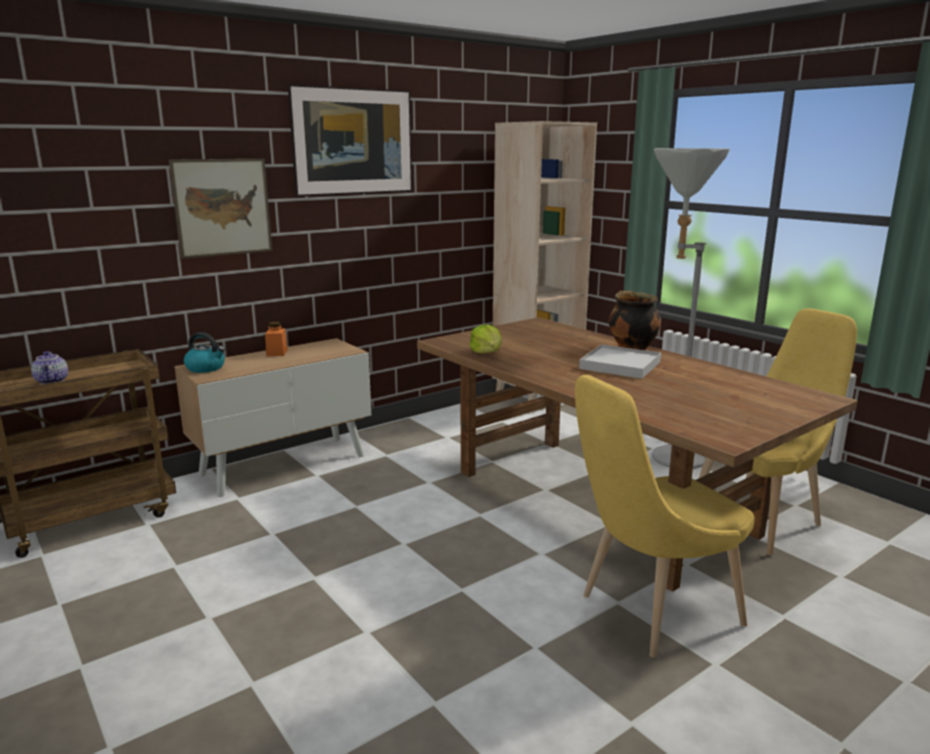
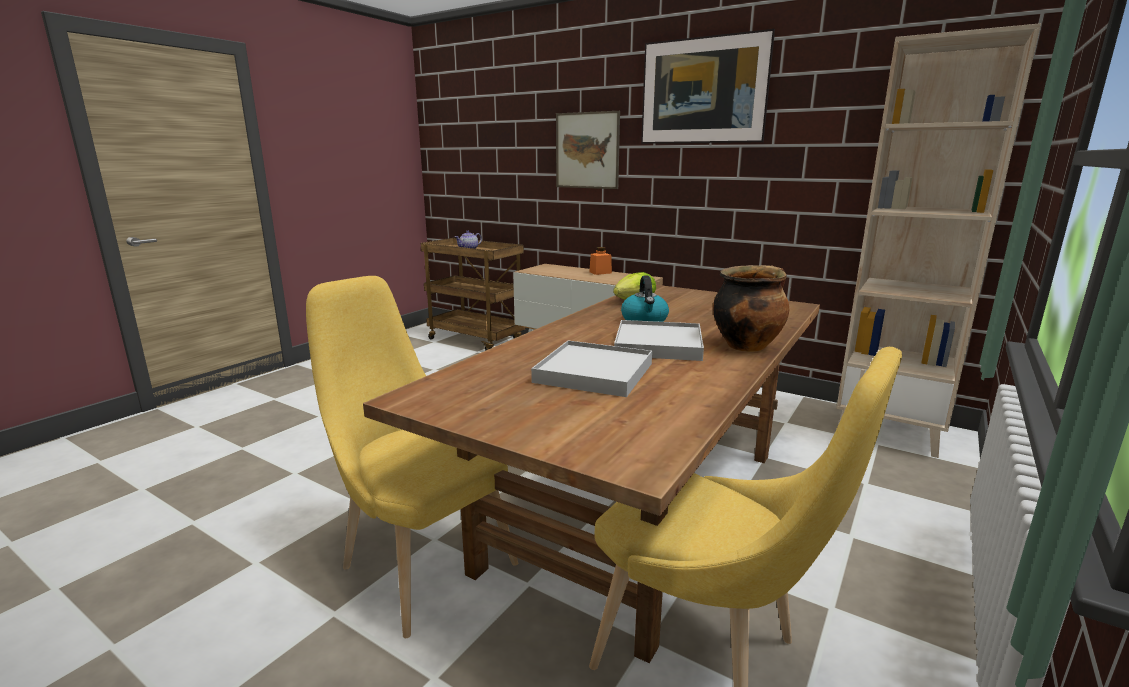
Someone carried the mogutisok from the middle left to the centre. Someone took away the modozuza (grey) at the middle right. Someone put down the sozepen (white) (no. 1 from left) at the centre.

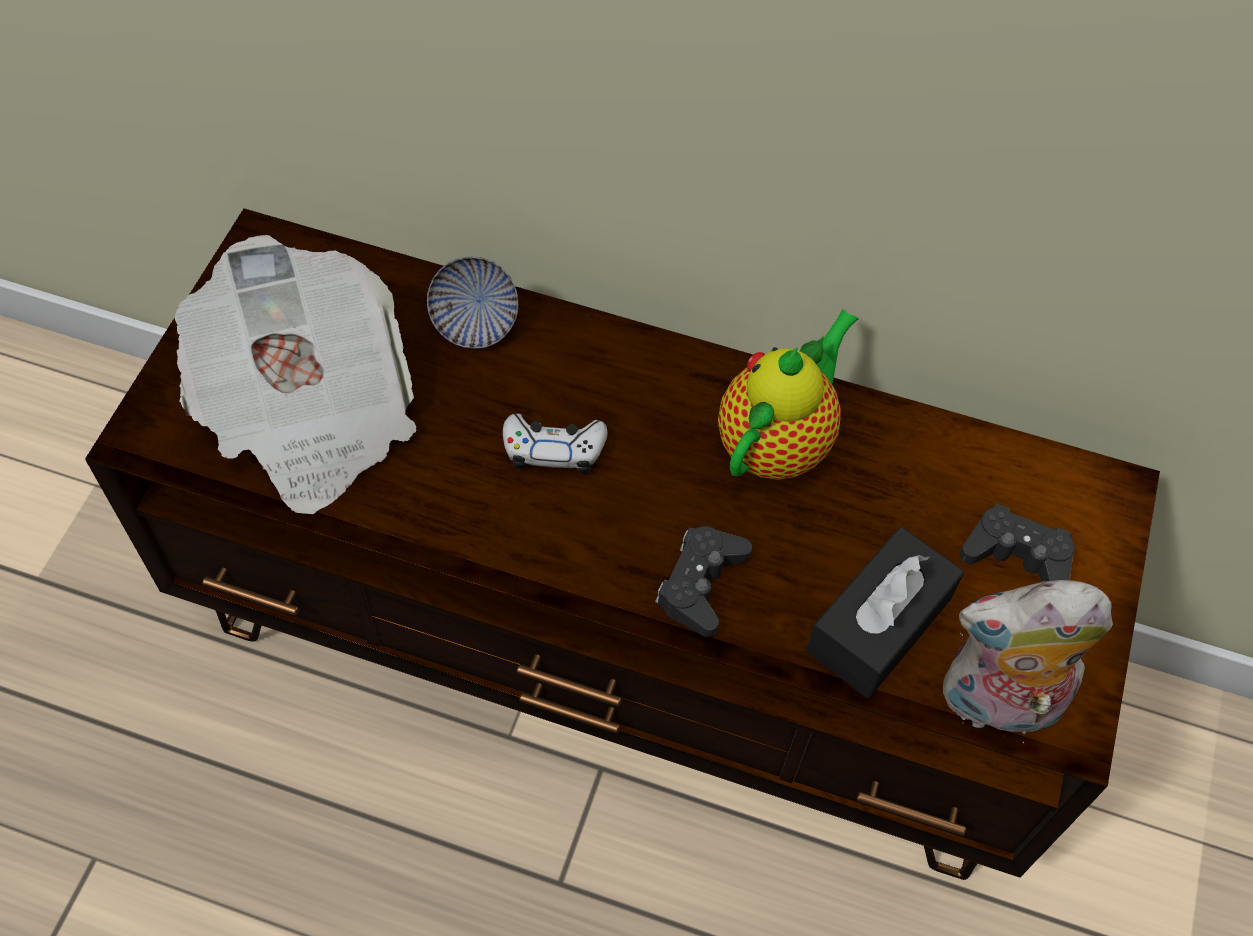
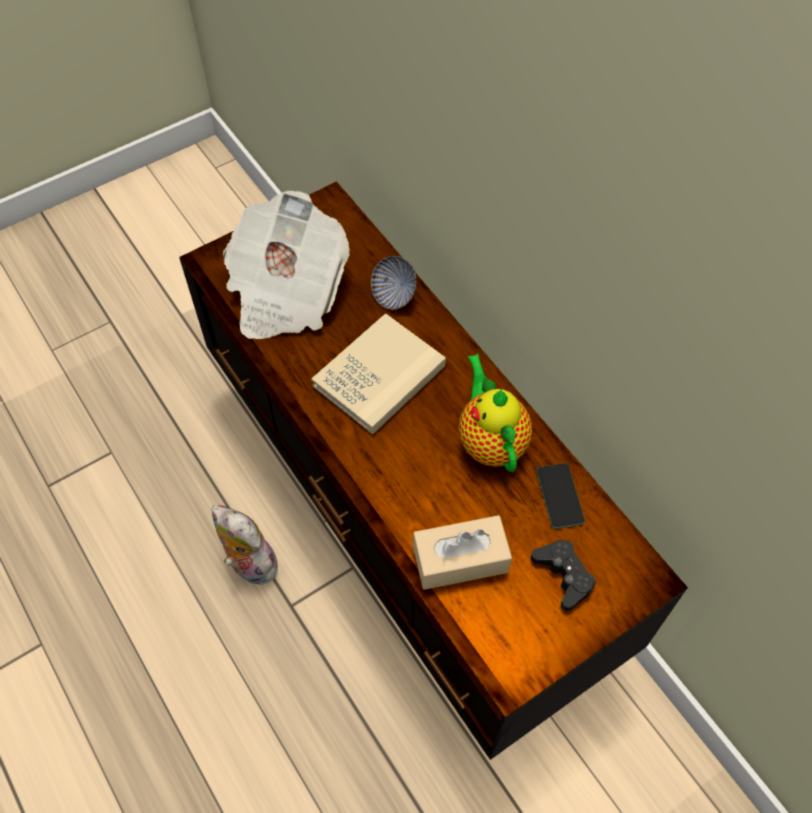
Someone swapped the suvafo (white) at the centre for the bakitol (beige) at the centre. Someone took away the suvafo (black) (no. 1 from left) at the centre. Someone rotated the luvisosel at the centre by 90 degrees counterclockwise. Someone repainted the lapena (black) at the middle right, which became the lapena (beige) at the bottom centre. Someone carried the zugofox from the bottom right to the bottom left. Someone put down the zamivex at the middle right.

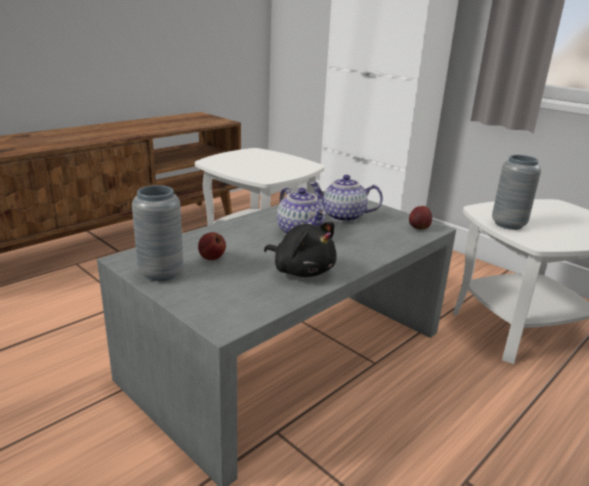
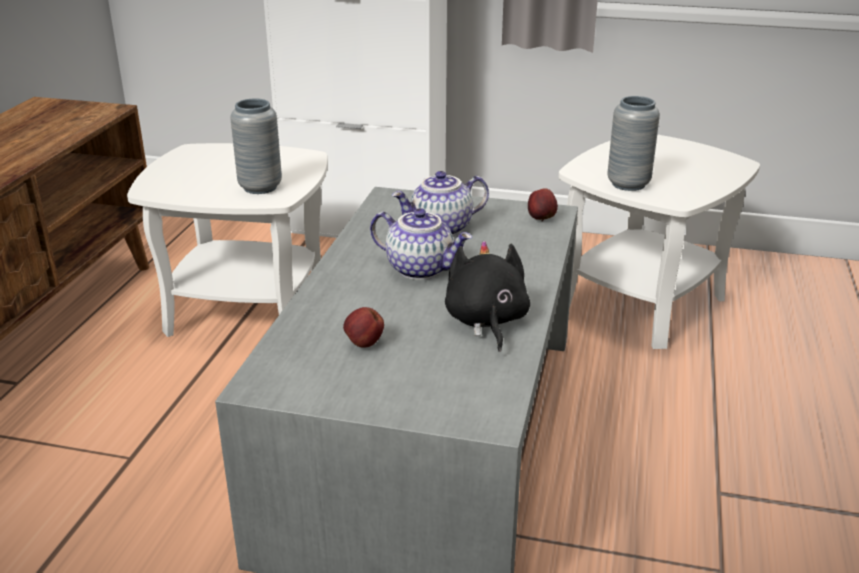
Someone carried the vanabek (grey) (no. 1 from left) from the middle left to the top left. Someone rotated the zugofox (black) at the centre by 105 degrees counterclockwise.

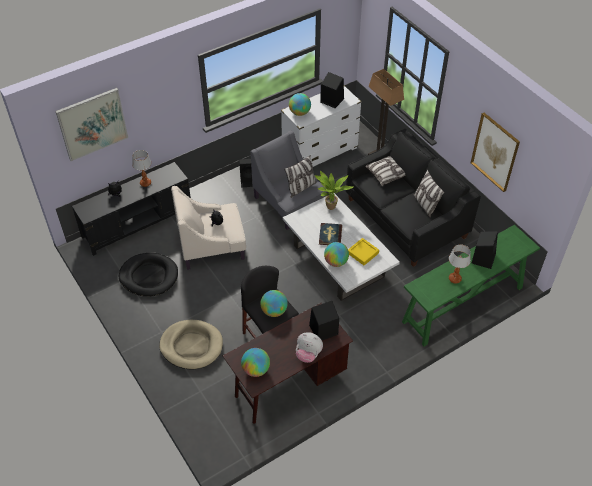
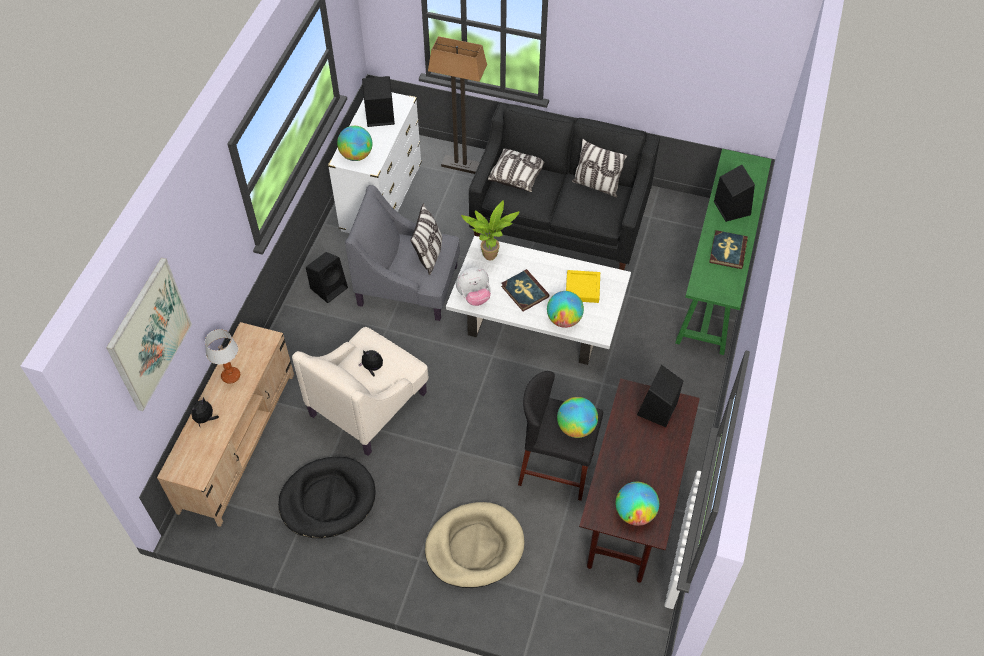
Someone repainted the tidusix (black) at the middle left, which became the tidusix (beige) at the middle left. Someone carried the zugofox (no. 3 from left) from the bottom centre to the centre. Someone swapped the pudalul (no. 2 from left) at the middle right for the bakitol (no. 2 from left) at the middle right. Someone took away the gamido (no. 2 from left) at the top right.

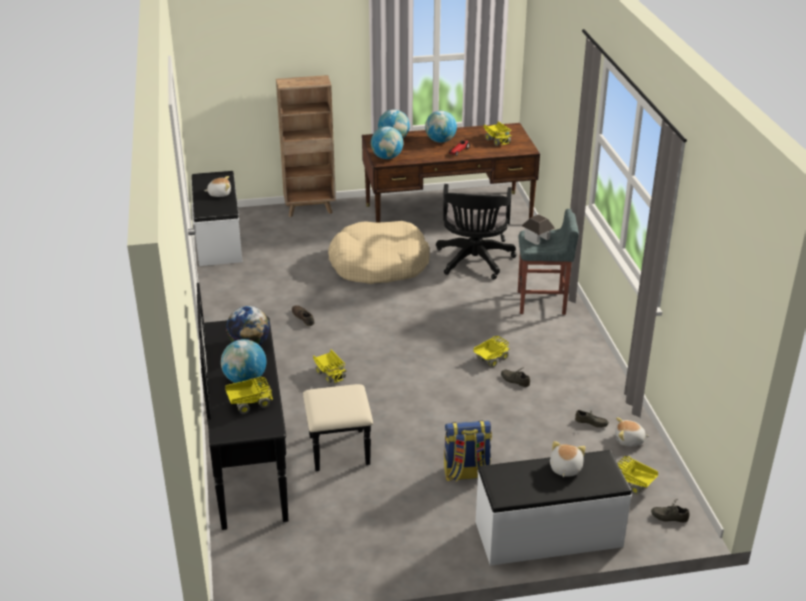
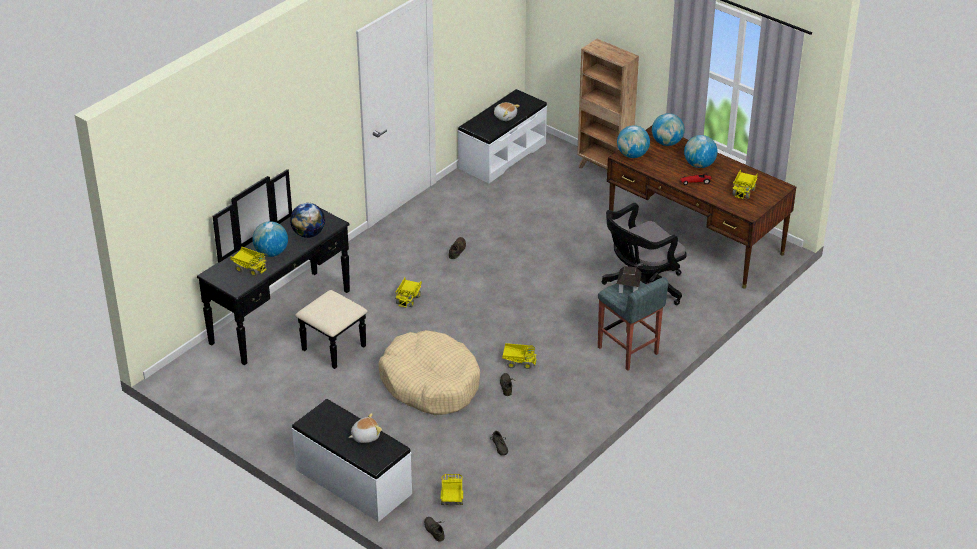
Someone carried the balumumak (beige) from the centre to the bottom centre. Someone took away the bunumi at the bottom centre. Someone took away the zugofox (no. 3 from left) at the bottom right.

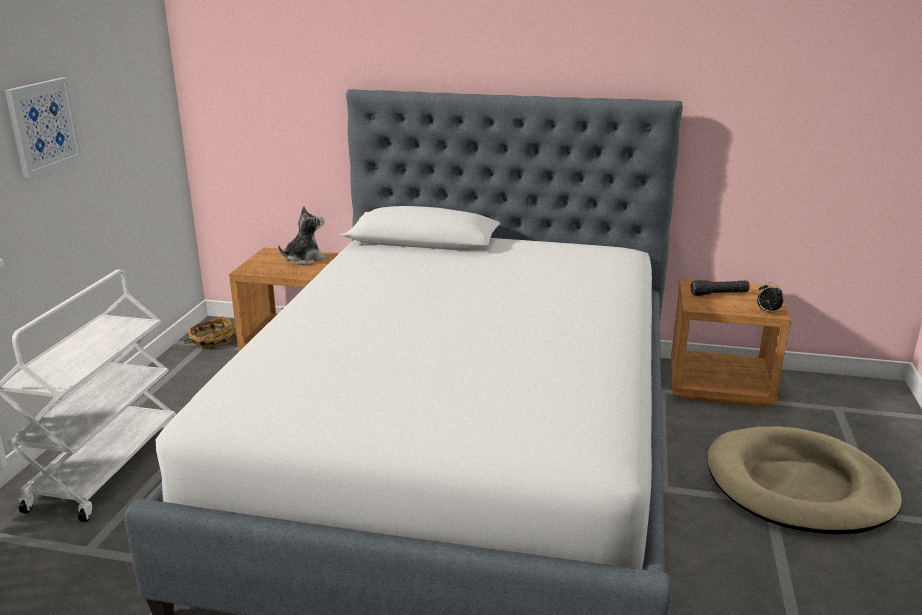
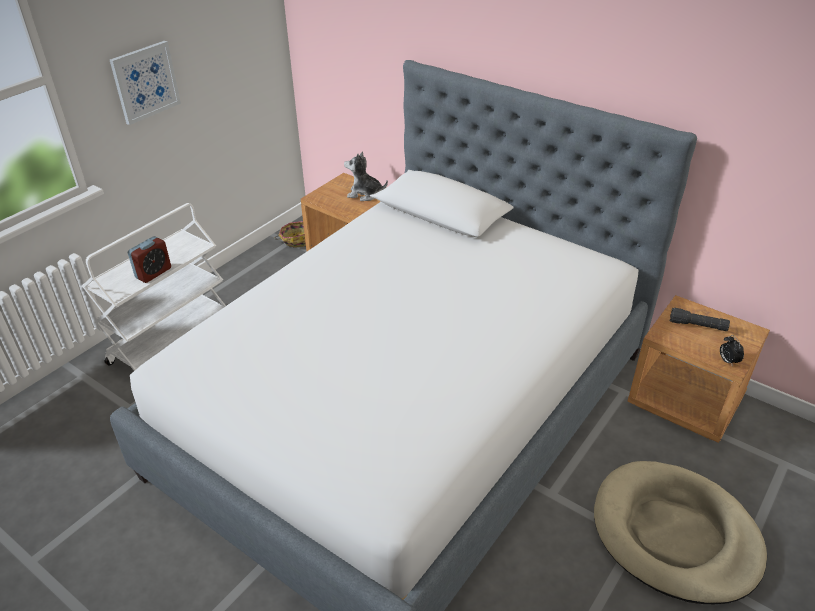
Someone rotated the zugofox at the middle left by 150 degrees counterclockwise. Someone put down the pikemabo (no. 1 from left) at the middle left.

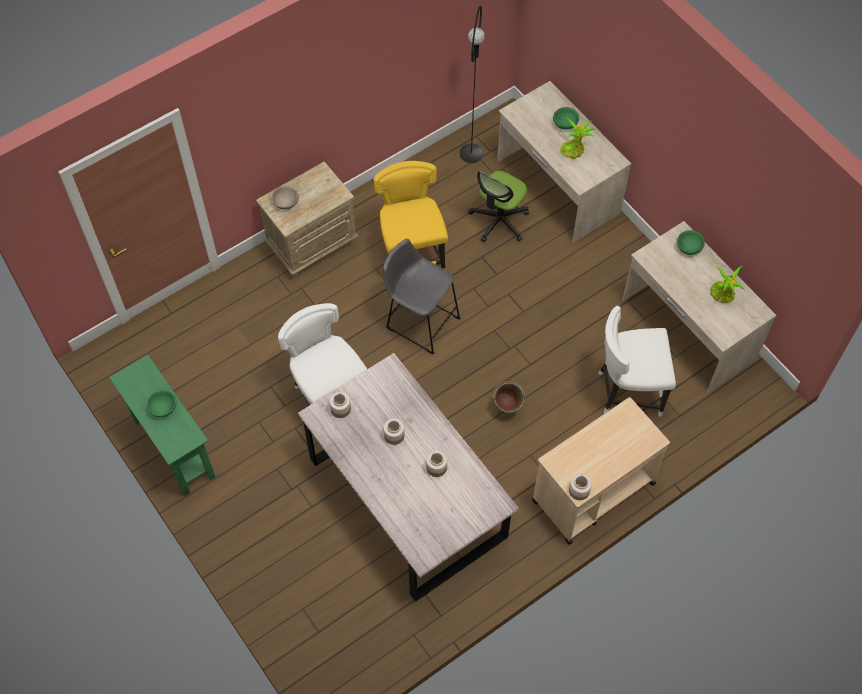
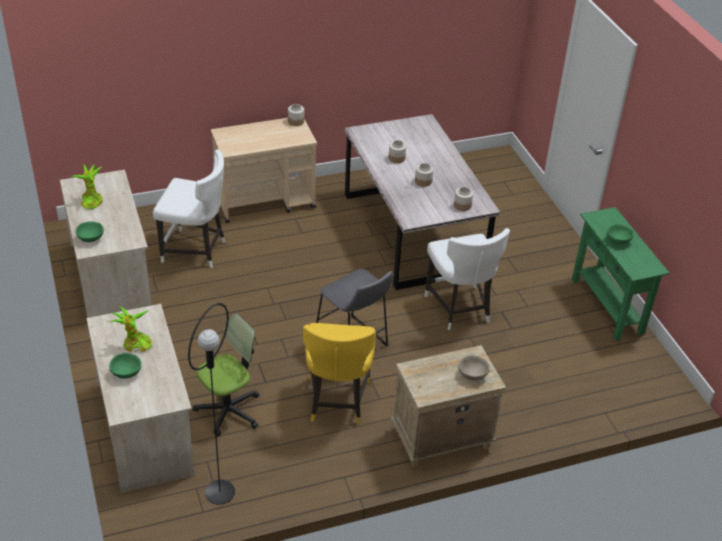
Someone took away the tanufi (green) at the centre.

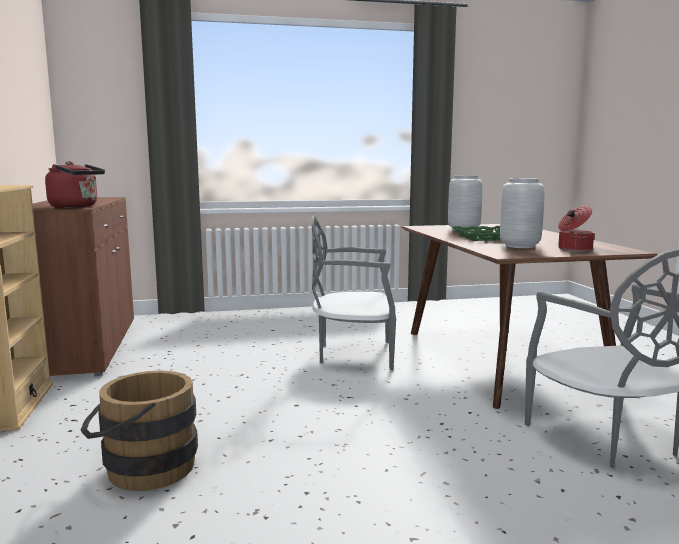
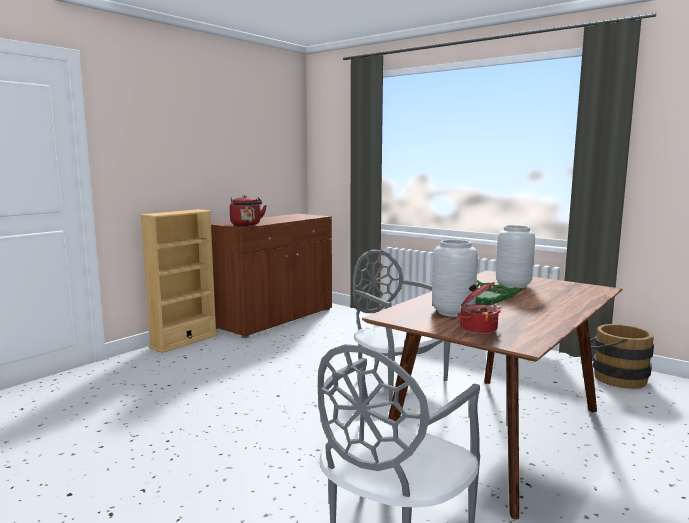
Someone carried the tanufi (brown) from the bottom left to the bottom right.

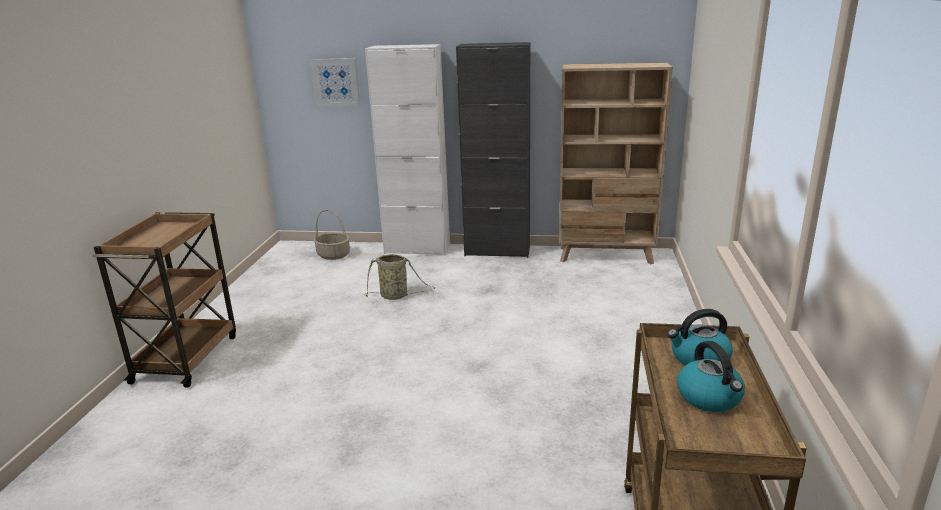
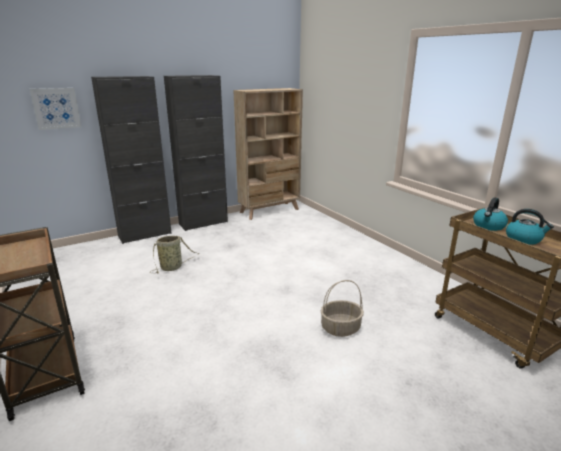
Someone carried the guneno (no. 1 from left in the first image) from the centre to the bottom centre. Someone repainted the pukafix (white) at the top centre, which became the pukafix (black) (no. 1 from left) at the middle left.

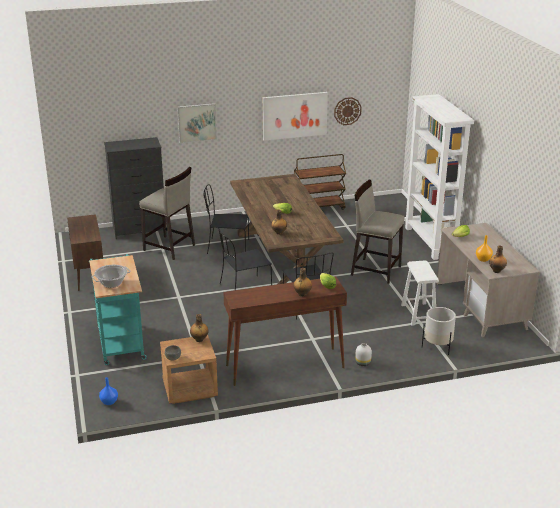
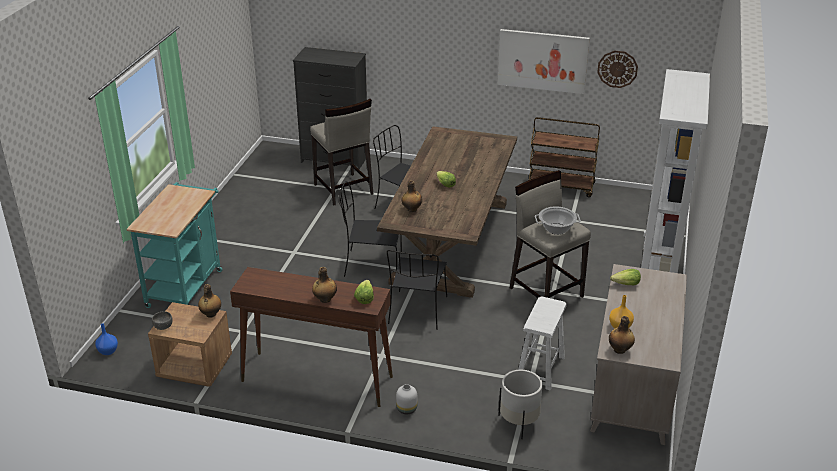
Someone took away the pukafix (brown) at the middle left. Someone carried the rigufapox from the middle left to the middle right. Someone took away the gamido (no. 1 from left) at the top centre.

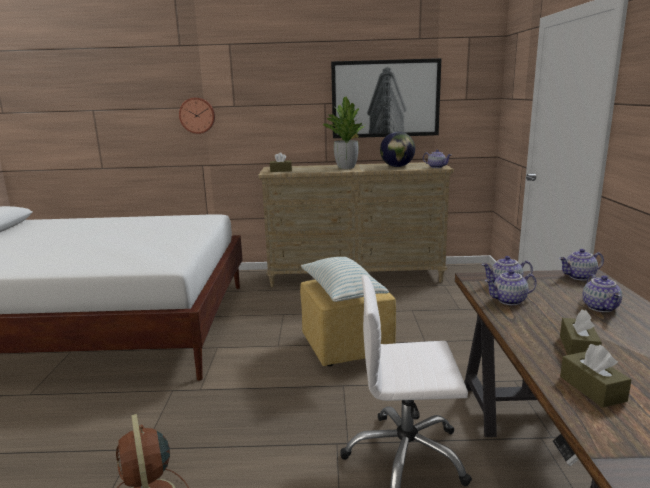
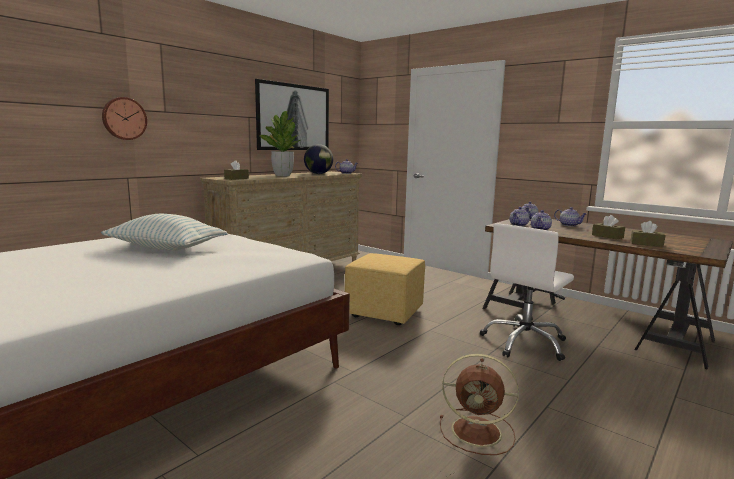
Someone carried the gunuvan from the centre to the middle left.

